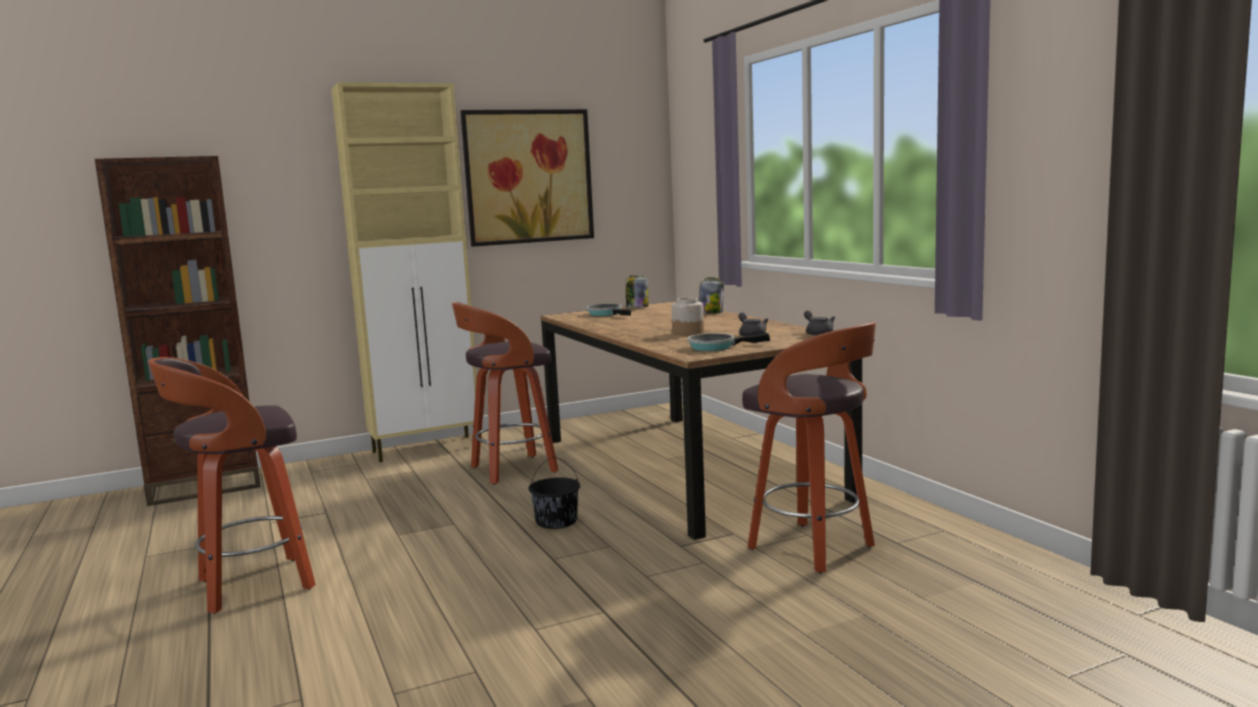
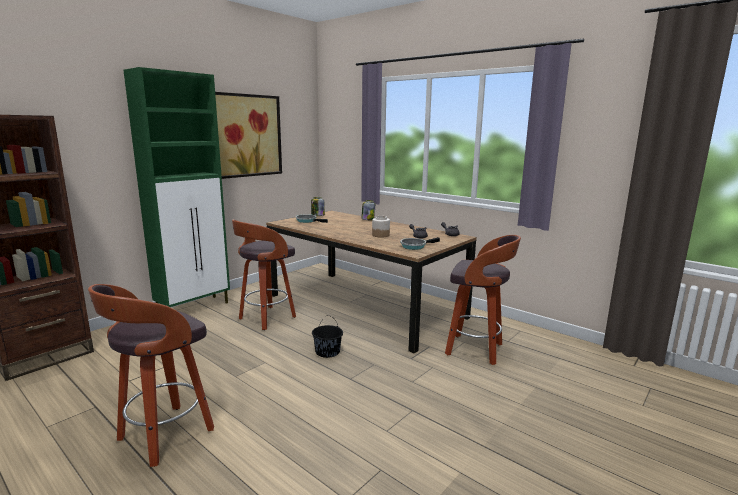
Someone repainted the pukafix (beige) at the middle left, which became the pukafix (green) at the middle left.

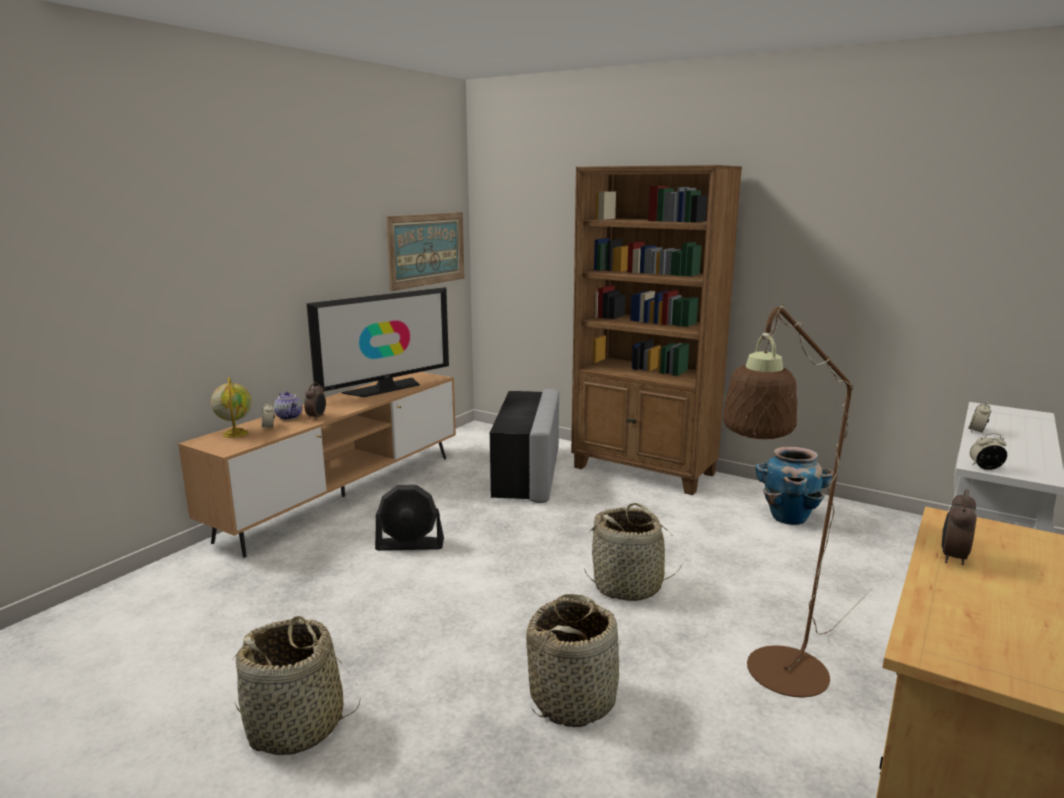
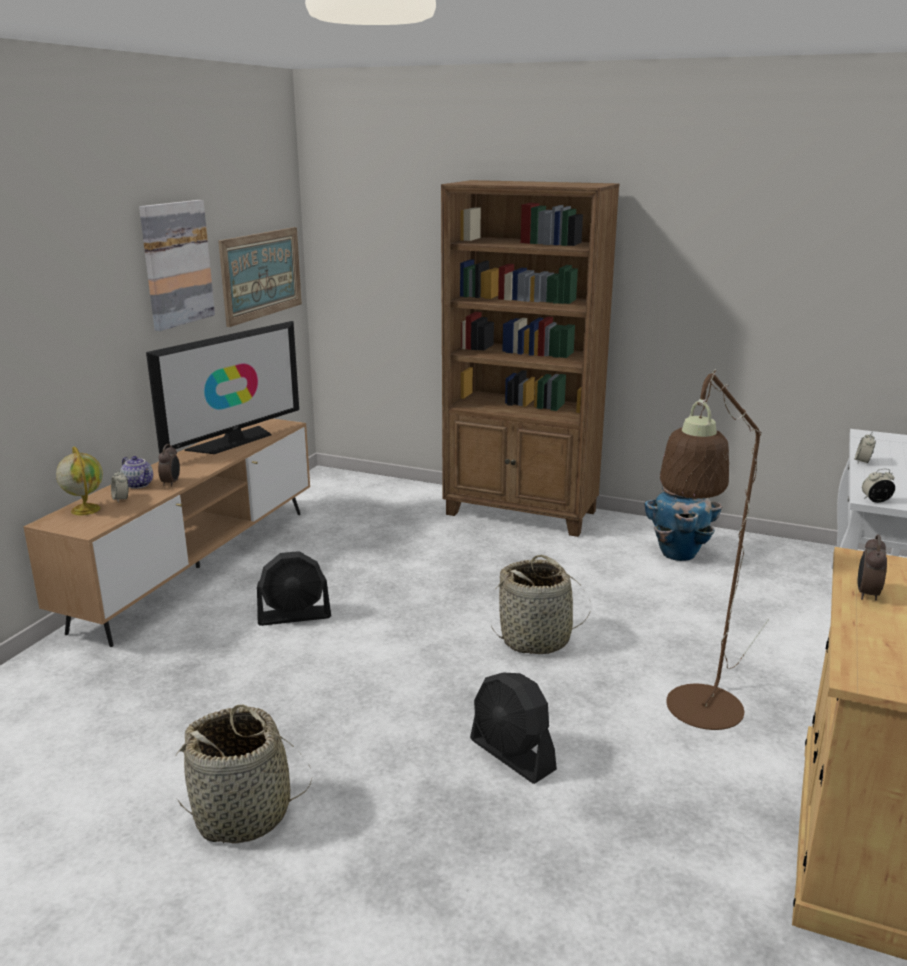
Someone took away the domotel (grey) at the centre. Someone swapped the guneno (no. 2 from left) at the bottom centre for the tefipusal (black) (no. 2 from left) at the bottom centre. Someone put up the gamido (no. 1 from left) at the top left.

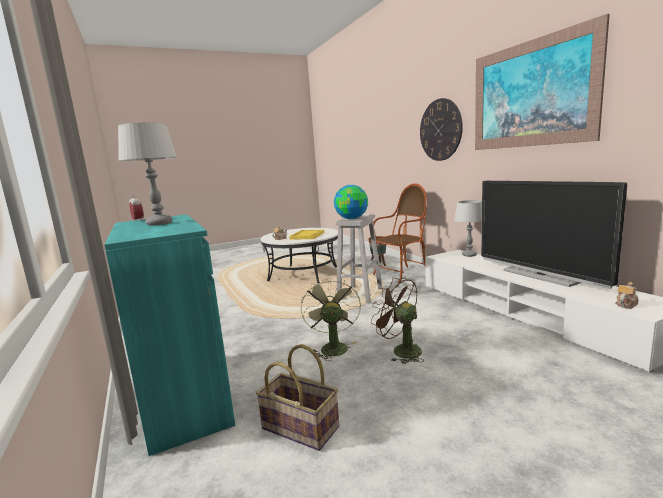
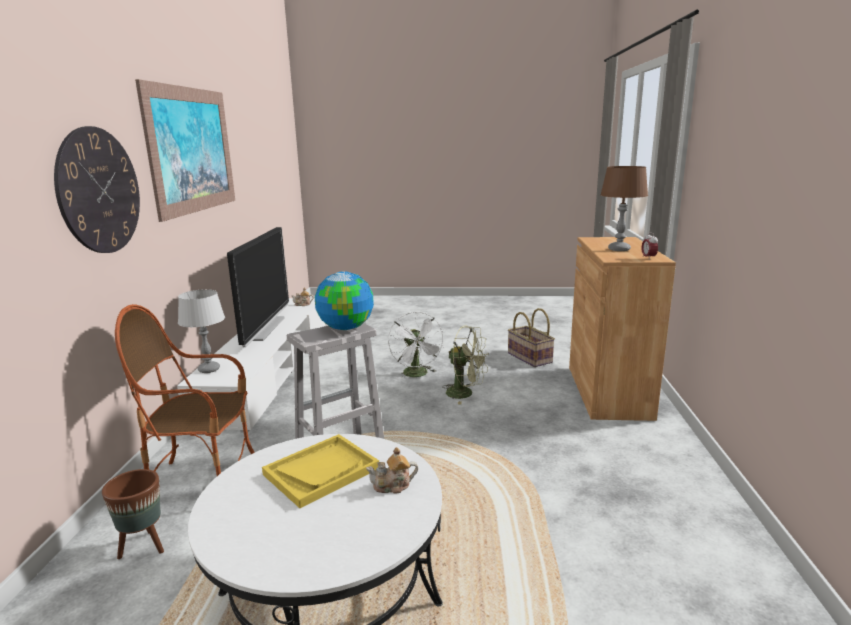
Someone repainted the pukafix (turquoise) at the bottom left, which became the pukafix (brown) at the middle right. Someone repainted the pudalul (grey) (no. 1 from left) at the middle left, which became the pudalul (brown) at the top right. Someone rotated the tefipusal (green) at the centre by 90 degrees counterclockwise. Someone repainted the tefipusal (brown) at the centre, which became the tefipusal (white) at the centre.

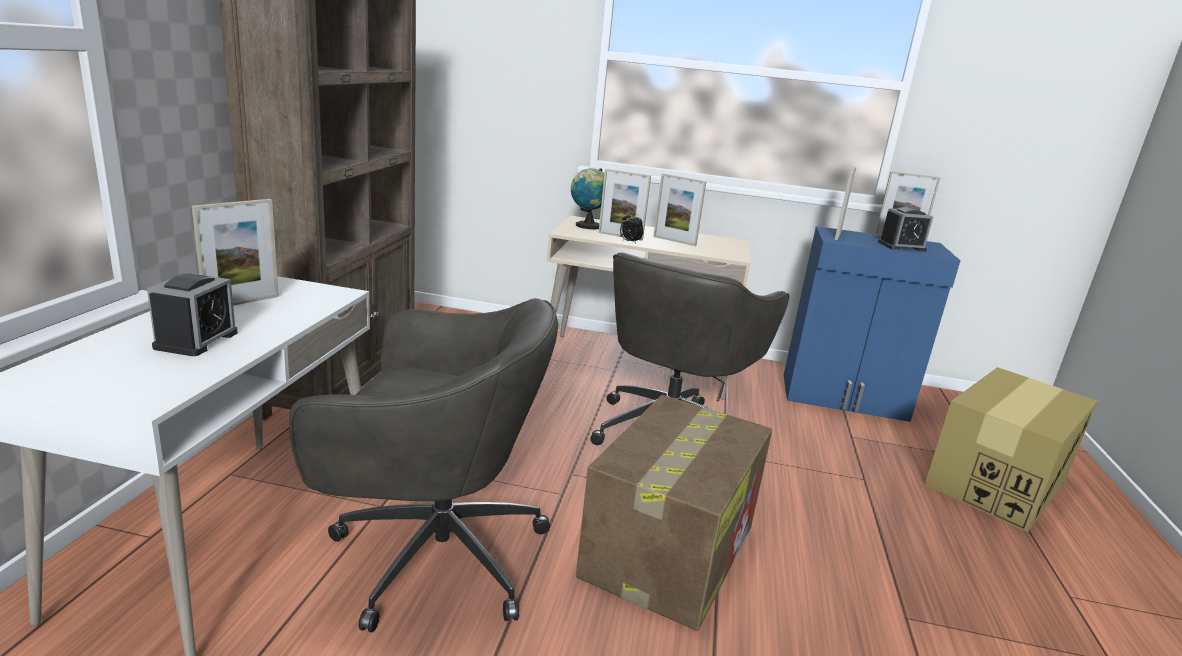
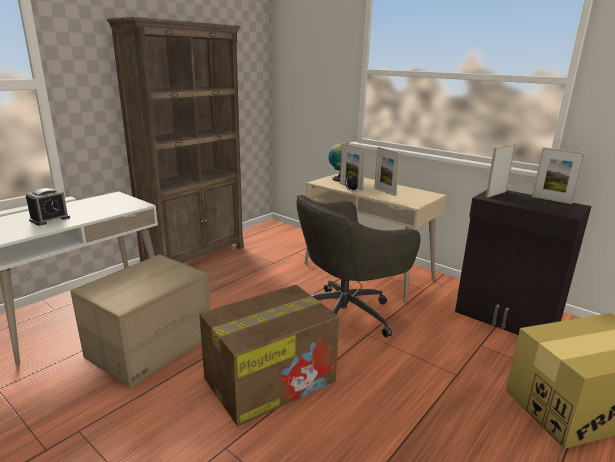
Someone took away the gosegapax (no. 1 from left) at the middle left. Someone swapped the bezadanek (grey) (no. 1 from left) at the bottom centre for the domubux (no. 1 from left) at the bottom left. Someone repainted the pukafix (blue) at the middle right, which became the pukafix (black) at the middle right. Someone took away the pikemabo (no. 3 from left) at the middle right.

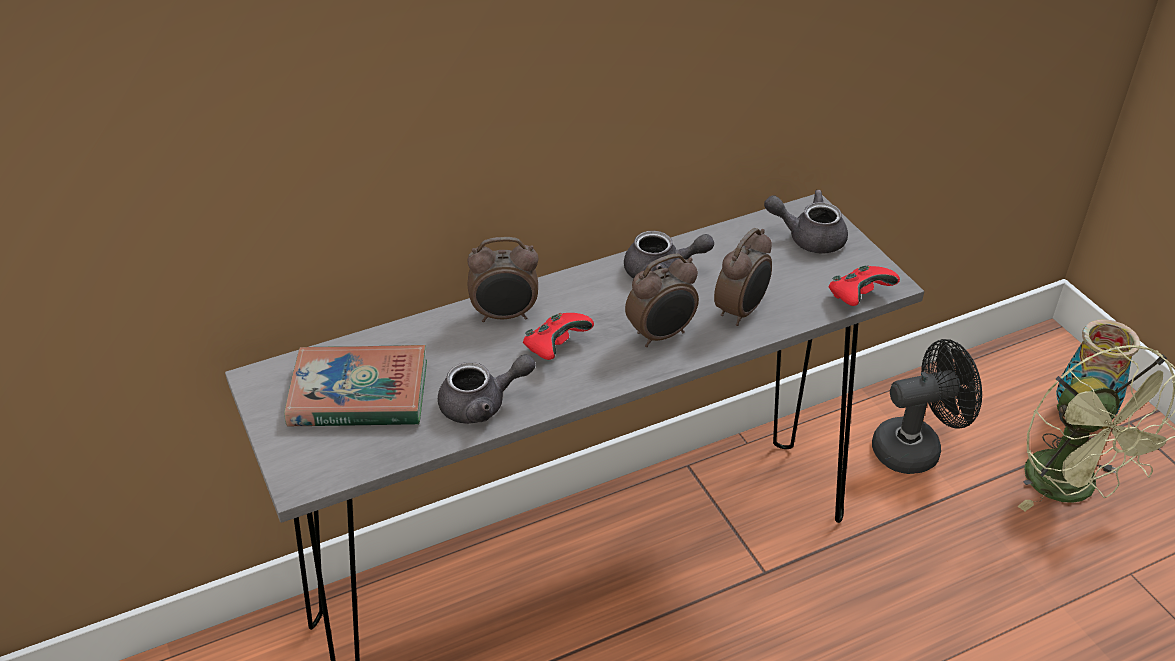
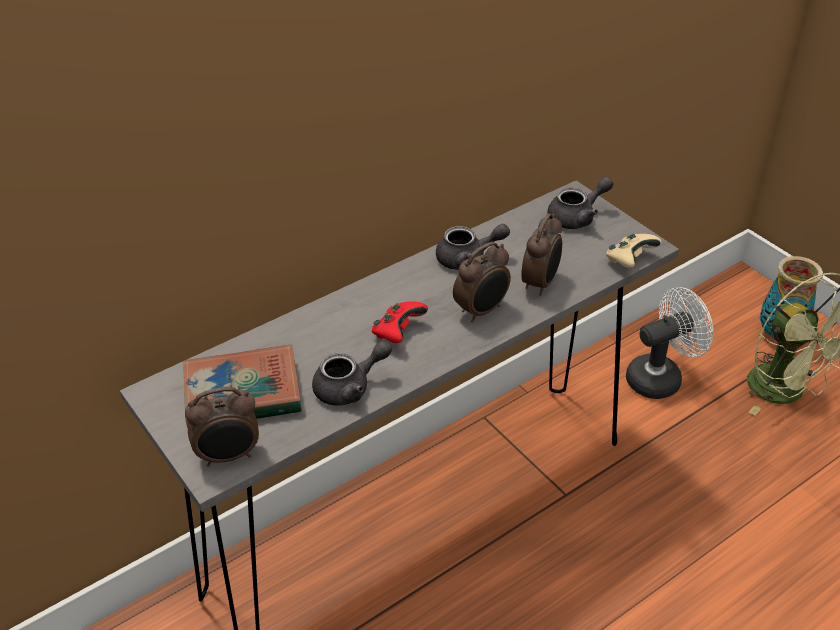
Someone carried the pikemabo (no. 1 from left) from the centre to the bottom left. Someone rotated the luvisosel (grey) (no. 3 from left) at the middle right by 150 degrees clockwise. Someone repainted the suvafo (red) (no. 2 from left) at the middle right, which became the suvafo (beige) at the middle right. Someone repainted the tefipusal (black) at the middle right, which became the tefipusal (white) at the middle right.

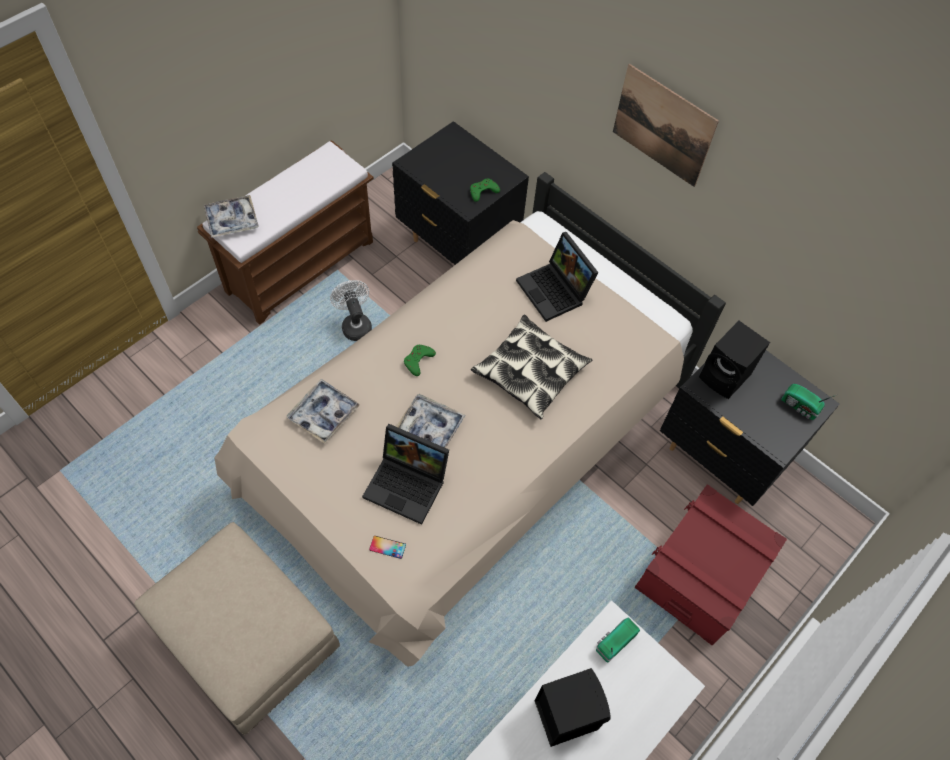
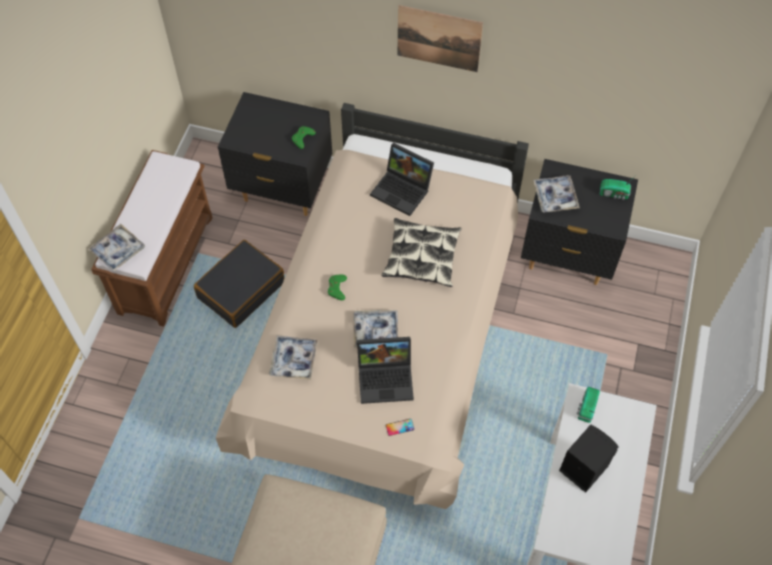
Someone swapped the tefipusal (white) at the centre for the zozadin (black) at the middle left. Someone took away the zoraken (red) at the bottom right. Someone swapped the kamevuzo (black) (no. 2 from left) at the middle right for the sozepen (no. 4 from left) at the middle right.

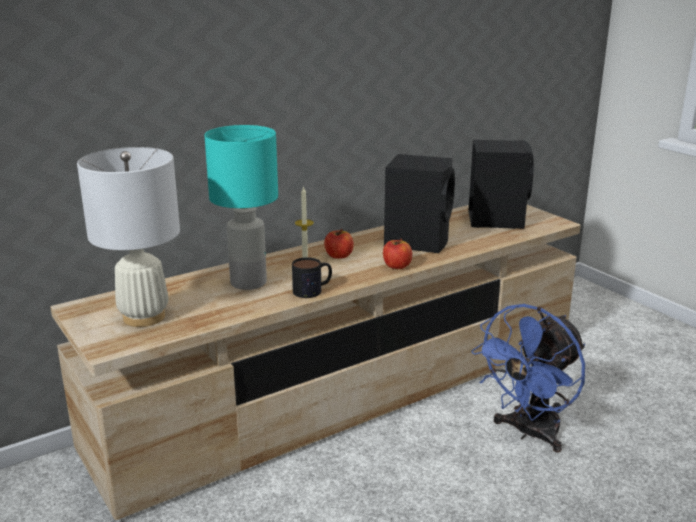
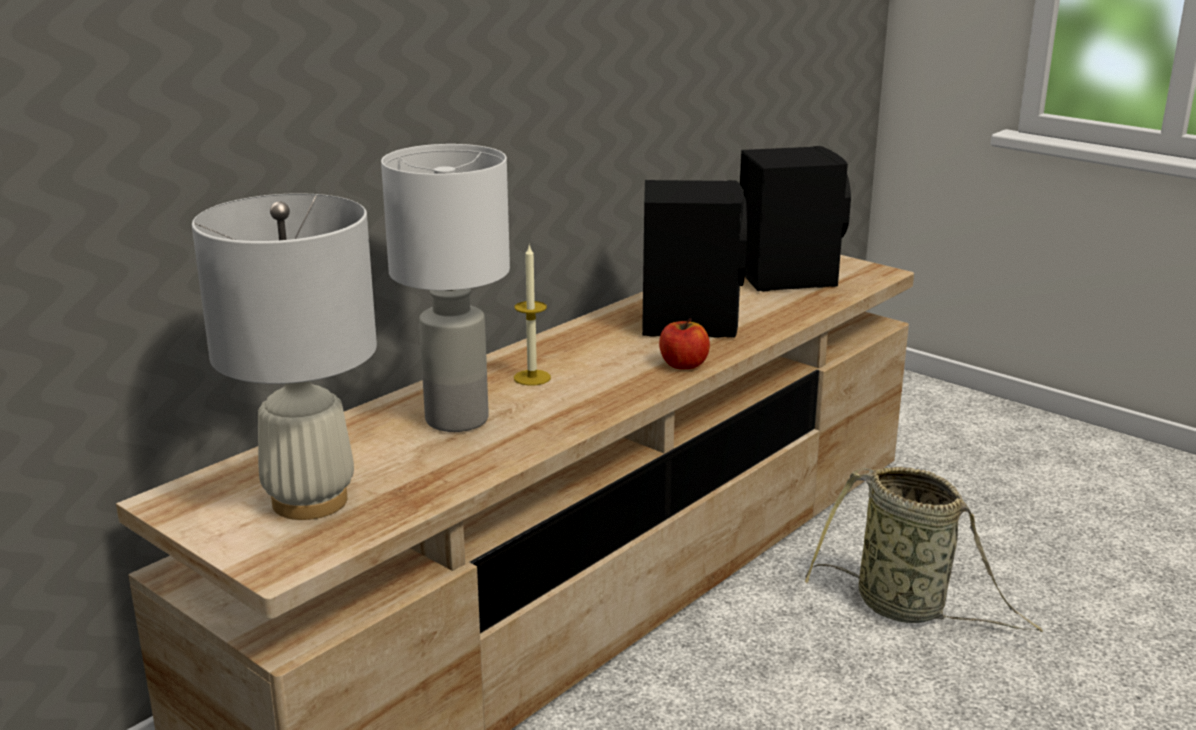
Someone repainted the pudalul (turquoise) at the centre, which became the pudalul (white) (no. 2 from left) at the centre. Someone took away the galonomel at the centre. Someone took away the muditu (no. 1 from left) at the centre. Someone swapped the tefipusal (blue) at the bottom right for the guneno at the bottom right.

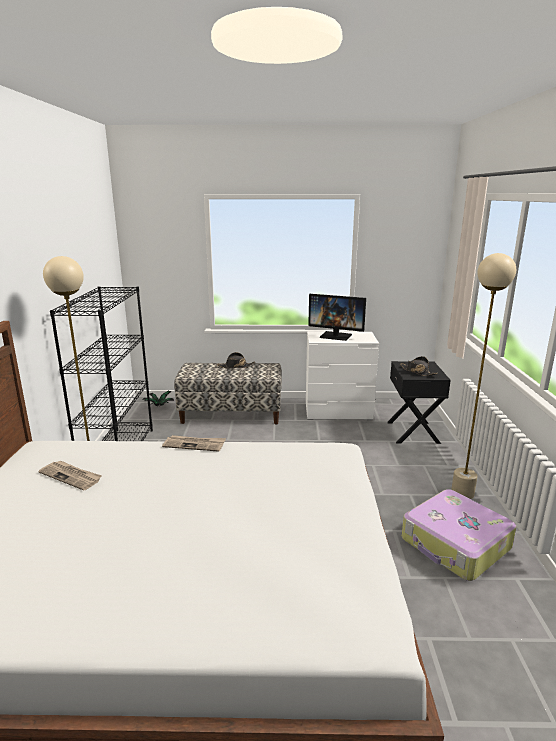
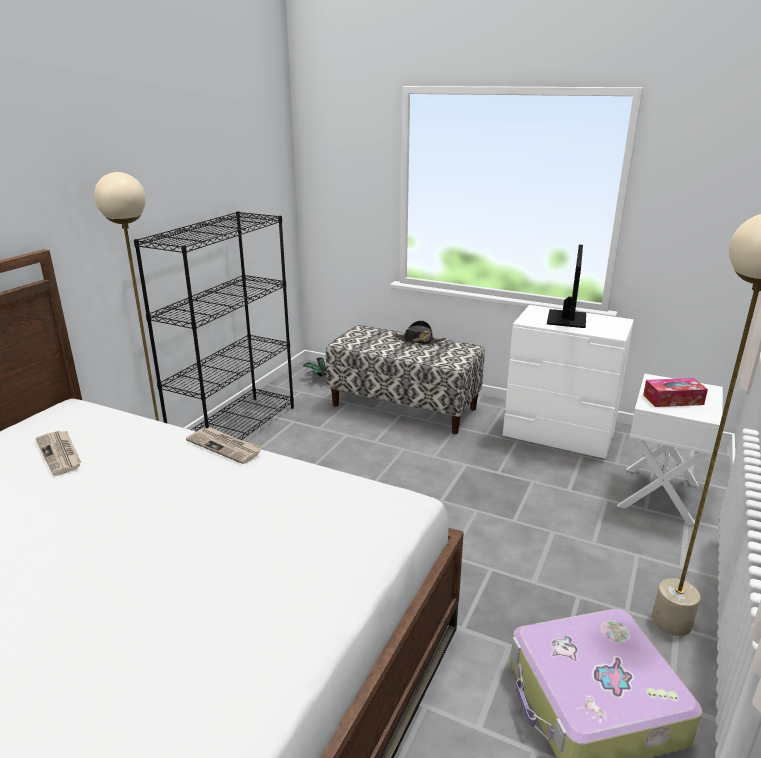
Someone rotated the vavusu at the centre by 120 degrees counterclockwise. Someone repainted the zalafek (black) at the middle right, which became the zalafek (white) at the middle right. Someone swapped the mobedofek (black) (no. 2 from left) at the middle right for the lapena at the middle right.

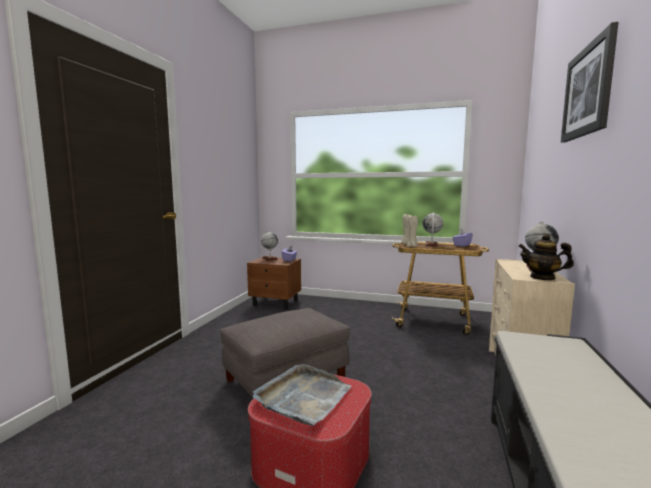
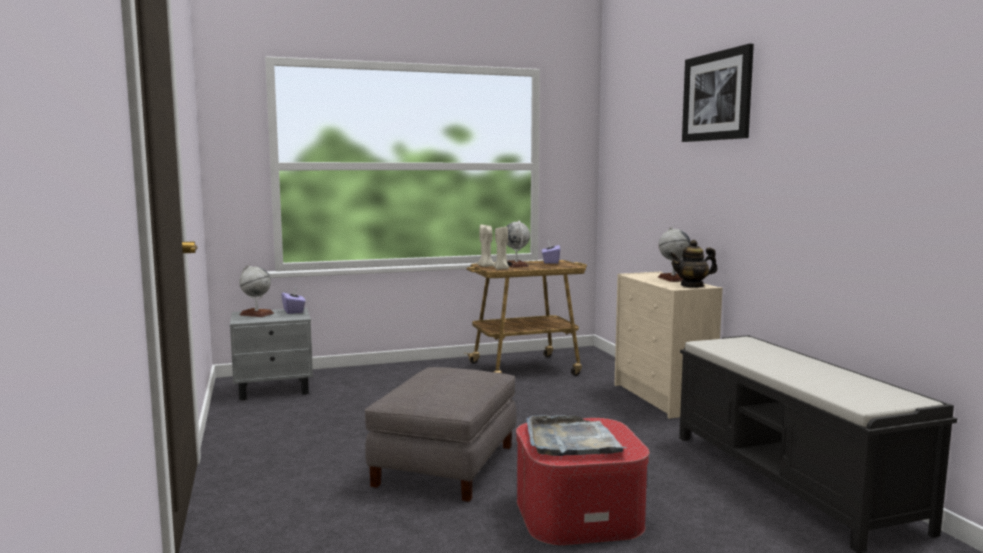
Someone repainted the zalafek (brown) at the centre, which became the zalafek (grey) at the middle left.

